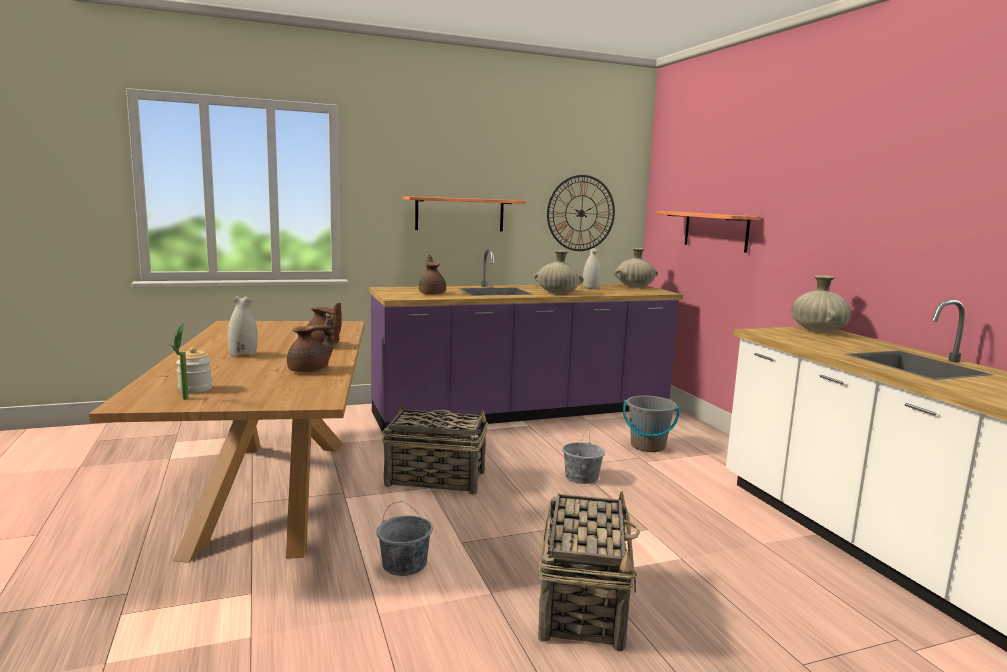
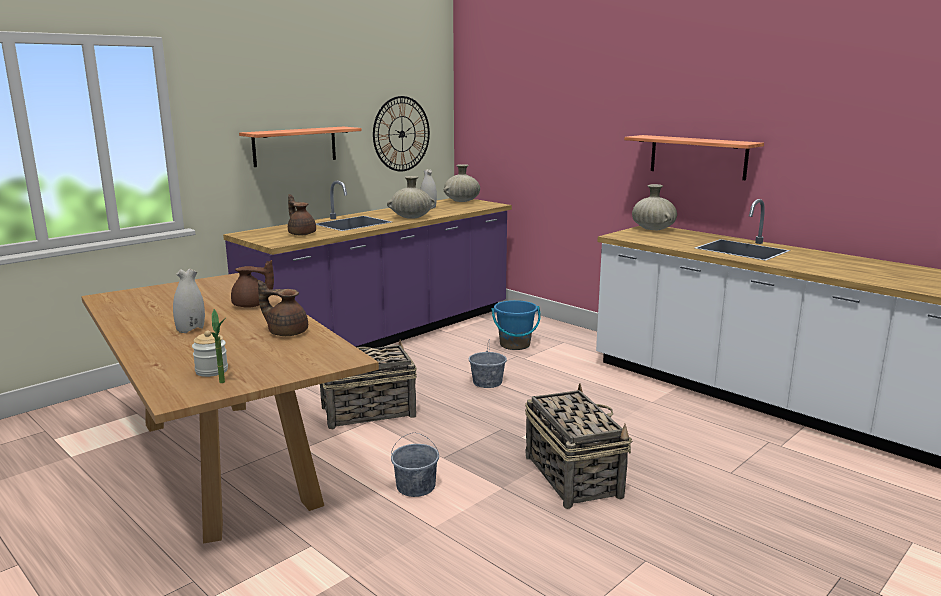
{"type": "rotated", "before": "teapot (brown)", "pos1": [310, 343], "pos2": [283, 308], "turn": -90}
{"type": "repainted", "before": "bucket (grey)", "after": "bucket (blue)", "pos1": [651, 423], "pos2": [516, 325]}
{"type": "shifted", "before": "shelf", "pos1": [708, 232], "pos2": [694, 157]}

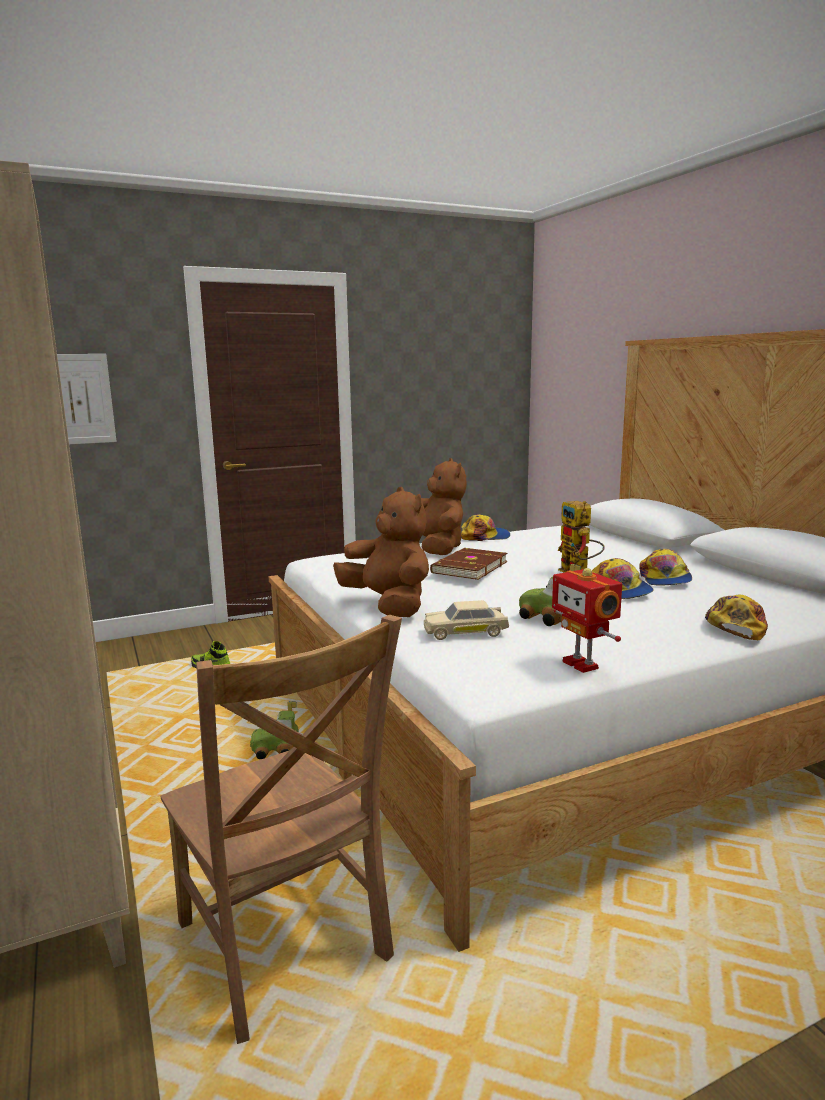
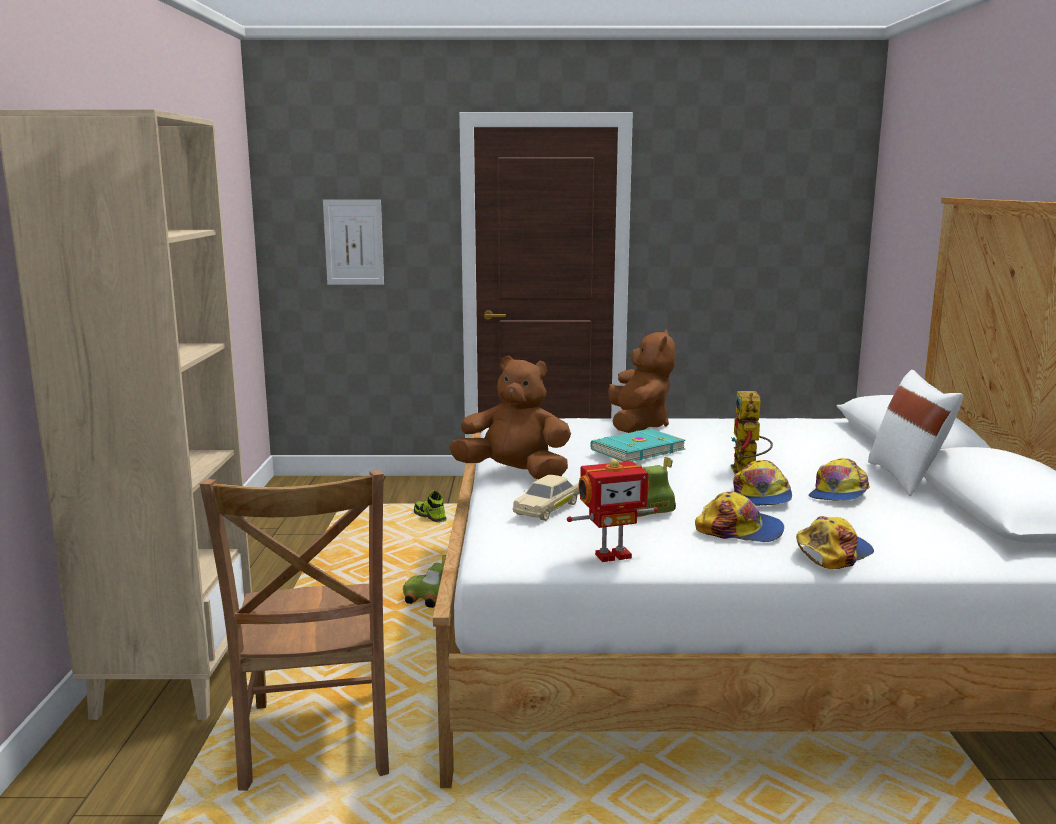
{"type": "rotated", "before": "plush toy (brown)", "pos1": [381, 552], "pos2": [510, 417], "turn": -60}
{"type": "rotated", "before": "toy car (beige)", "pos1": [466, 620], "pos2": [545, 498], "turn": -75}
{"type": "repainted", "before": "book (brown)", "after": "book (turquoise)", "pos1": [469, 564], "pos2": [638, 445]}
{"type": "shifted", "before": "cap", "pos1": [485, 527], "pos2": [739, 516]}
{"type": "rotated", "before": "toy robot", "pos1": [587, 620], "pos2": [612, 510], "turn": -105}
{"type": "new", "after": "pillow (white)", "pos2": [915, 433]}

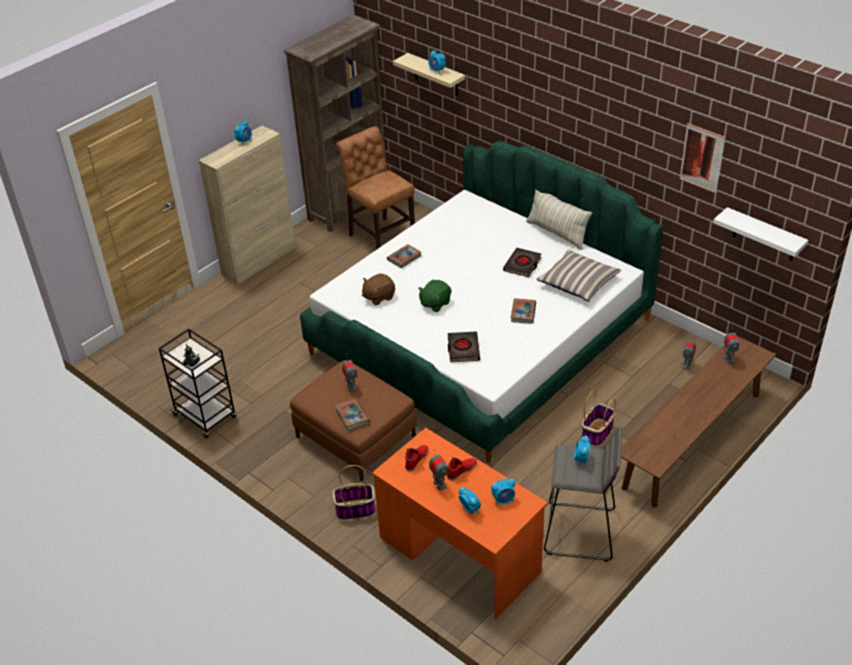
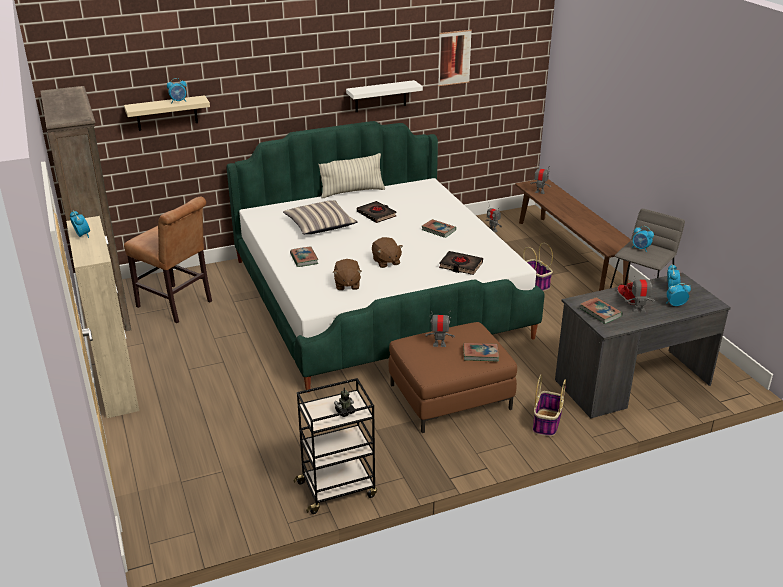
{"type": "rotated", "before": "chair (brown)", "pos1": [375, 187], "pos2": [168, 259], "turn": -135}
{"type": "repainted", "before": "desk (orange)", "after": "desk (grey)", "pos1": [460, 523], "pos2": [643, 345]}
{"type": "swapped", "before": "shoe (red)", "after": "book", "pos1": [417, 458], "pos2": [601, 310]}
{"type": "repainted", "before": "plush toy (green)", "after": "plush toy (brown)", "pos1": [434, 296], "pos2": [387, 252]}
{"type": "shifted", "before": "pillow", "pos1": [579, 276], "pos2": [320, 217]}
{"type": "shifted", "before": "shelf (white)", "pos1": [760, 234], "pos2": [384, 96]}

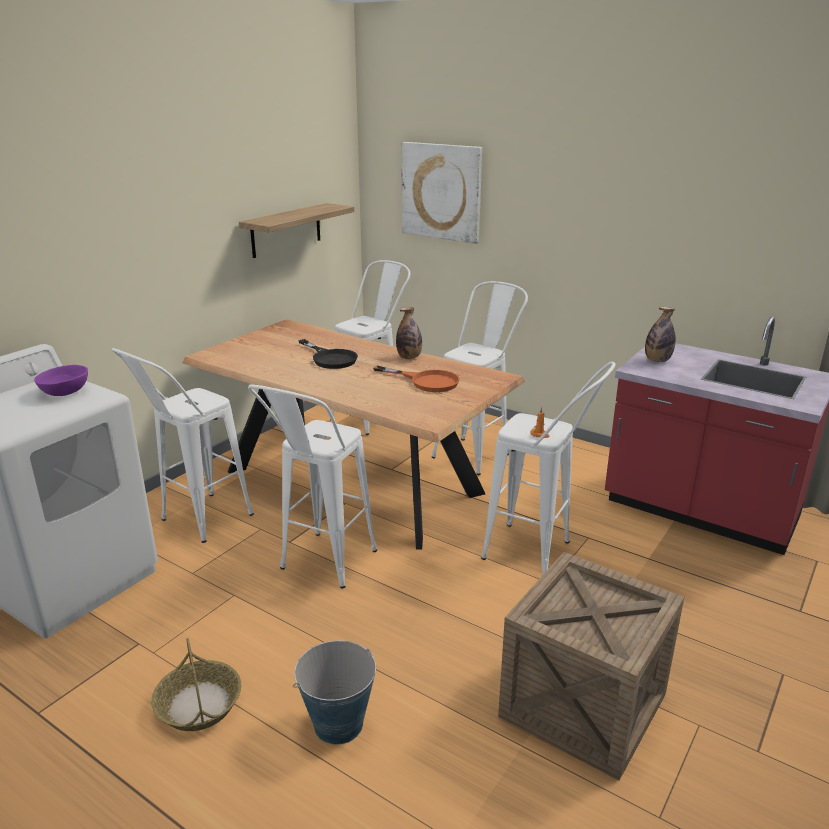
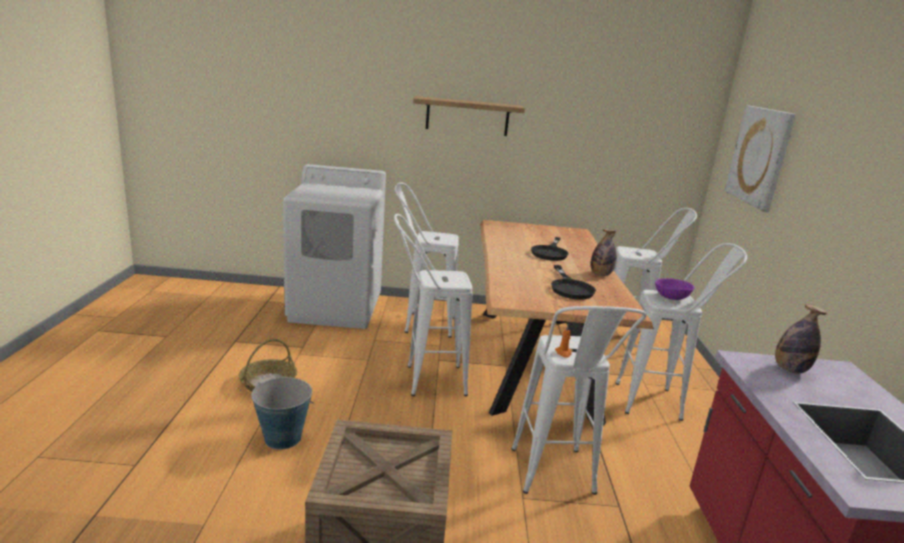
{"type": "shifted", "before": "bowl (purple)", "pos1": [61, 380], "pos2": [675, 289]}
{"type": "shifted", "before": "shelf", "pos1": [296, 230], "pos2": [469, 116]}
{"type": "repainted", "before": "frying pan (orange)", "after": "frying pan (black)", "pos1": [416, 379], "pos2": [573, 282]}

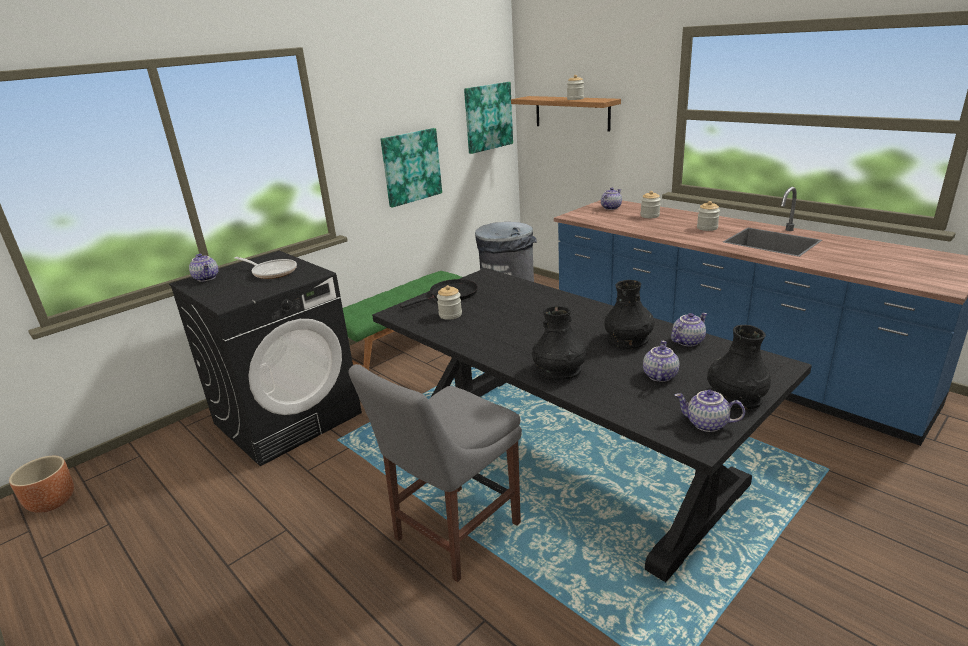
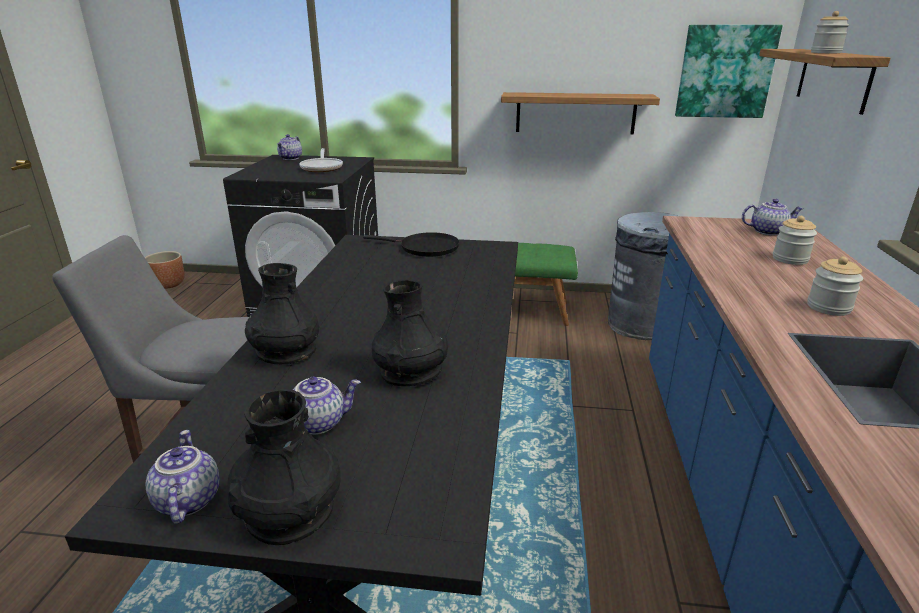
{"type": "swapped", "before": "picture", "after": "shelf", "pos1": [411, 168], "pos2": [580, 113]}
{"type": "gone", "before": "jar", "pos1": [449, 302]}
{"type": "gone", "before": "teapot", "pos1": [689, 330]}

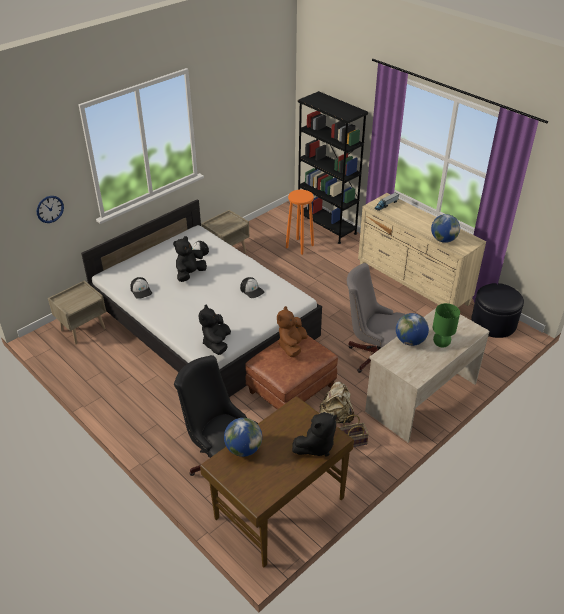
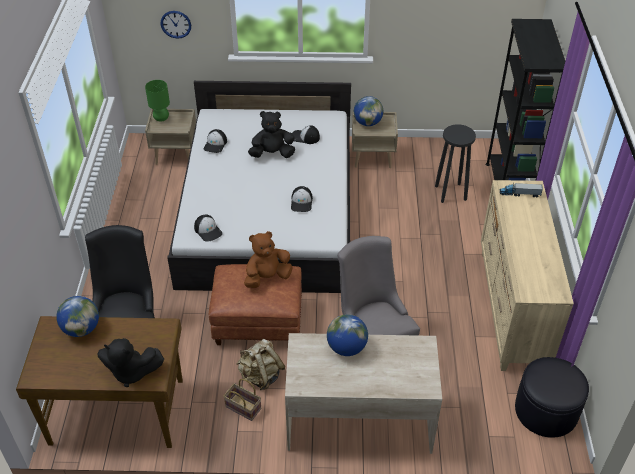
{"type": "swapped", "before": "plush toy (black)", "after": "cap", "pos1": [215, 329], "pos2": [208, 228]}
{"type": "repainted", "before": "stool (orange)", "after": "stool (black)", "pos1": [300, 222], "pos2": [455, 163]}
{"type": "shifted", "before": "globe", "pos1": [445, 228], "pos2": [368, 111]}
{"type": "shifted", "before": "table lamp (green)", "pos1": [446, 325], "pos2": [157, 101]}

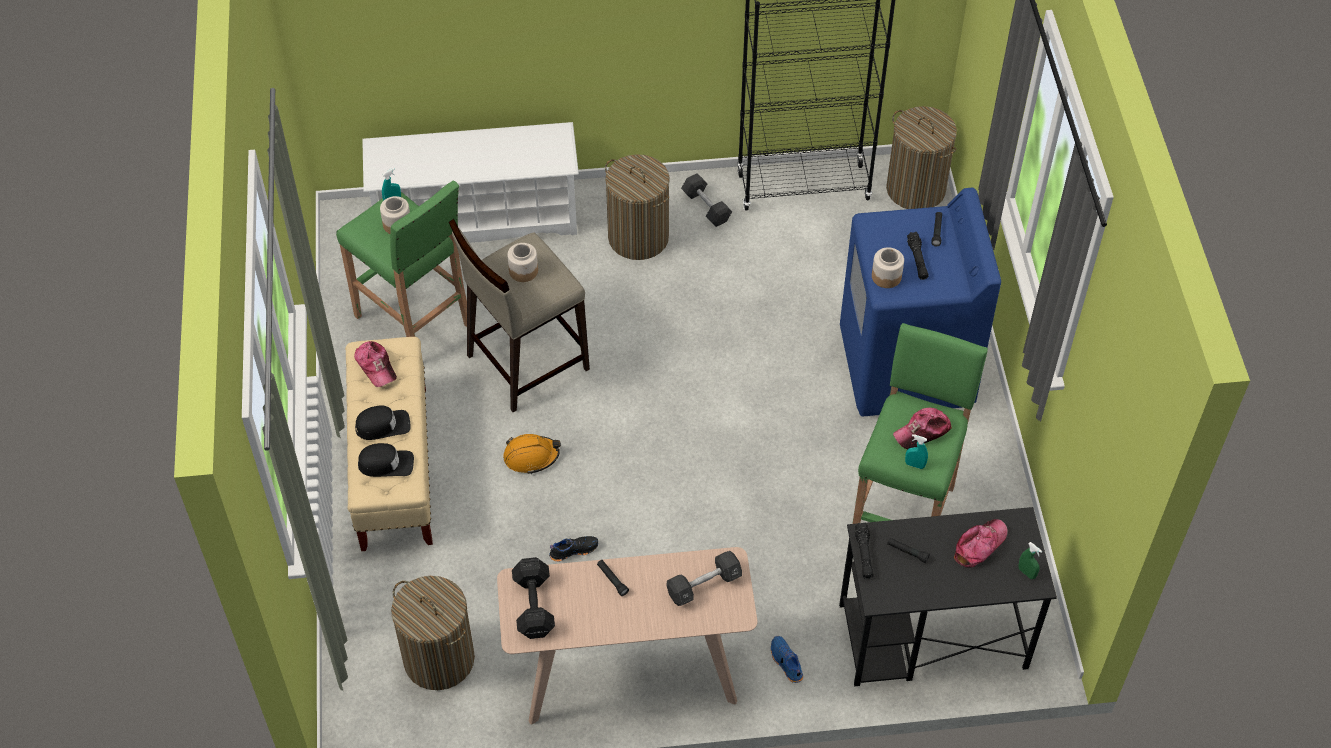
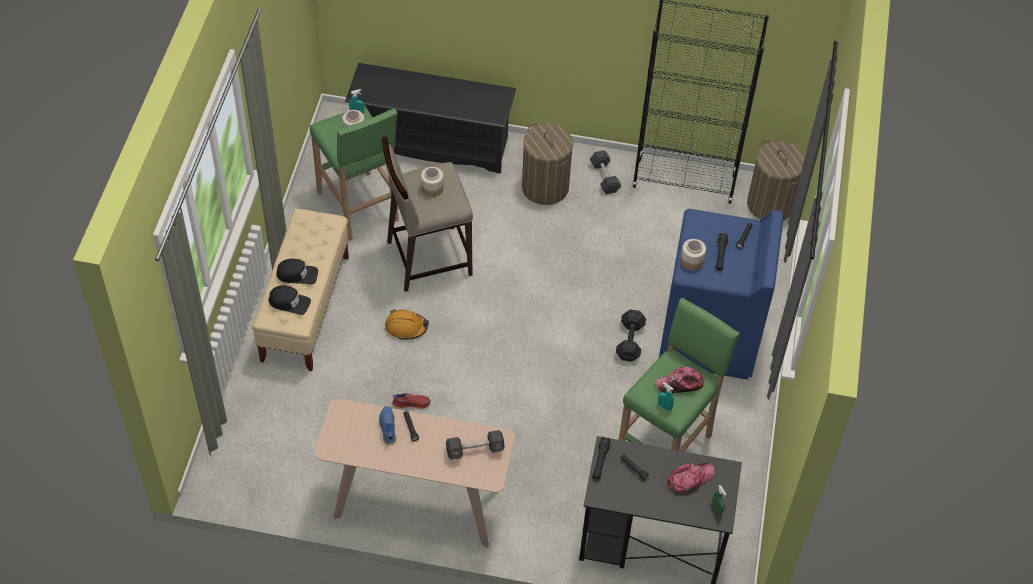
{"type": "gone", "before": "cap", "pos1": [375, 364]}
{"type": "repainted", "before": "shoe rack (white)", "after": "shoe rack (black)", "pos1": [470, 182], "pos2": [430, 118]}
{"type": "gone", "before": "laundry basket", "pos1": [433, 633]}
{"type": "shifted", "before": "dumbbell (black)", "pos1": [533, 598], "pos2": [631, 335]}
{"type": "repainted", "before": "shoe (black)", "after": "shoe (red)", "pos1": [573, 549], "pos2": [411, 401]}
{"type": "shifted", "before": "shoe (blue)", "pos1": [787, 659], "pos2": [387, 425]}

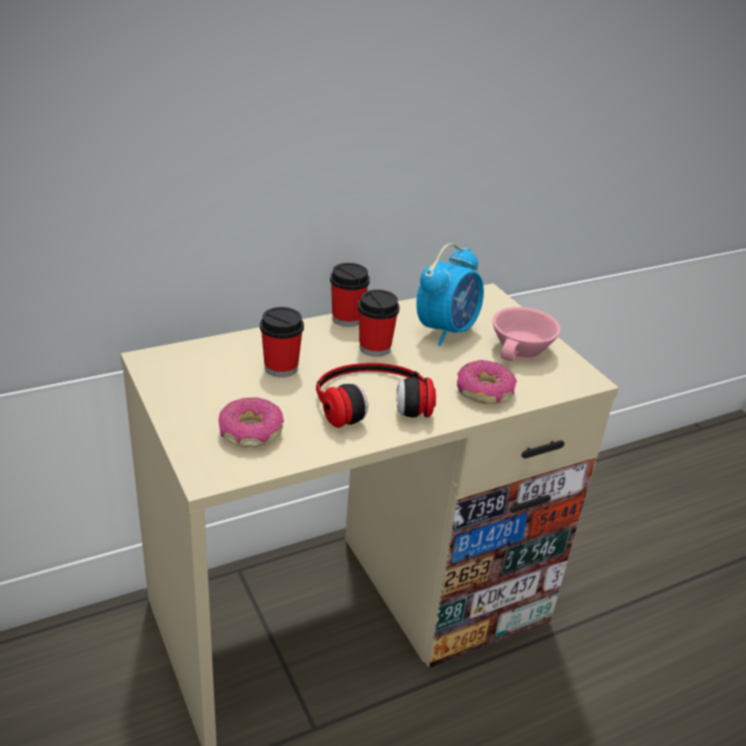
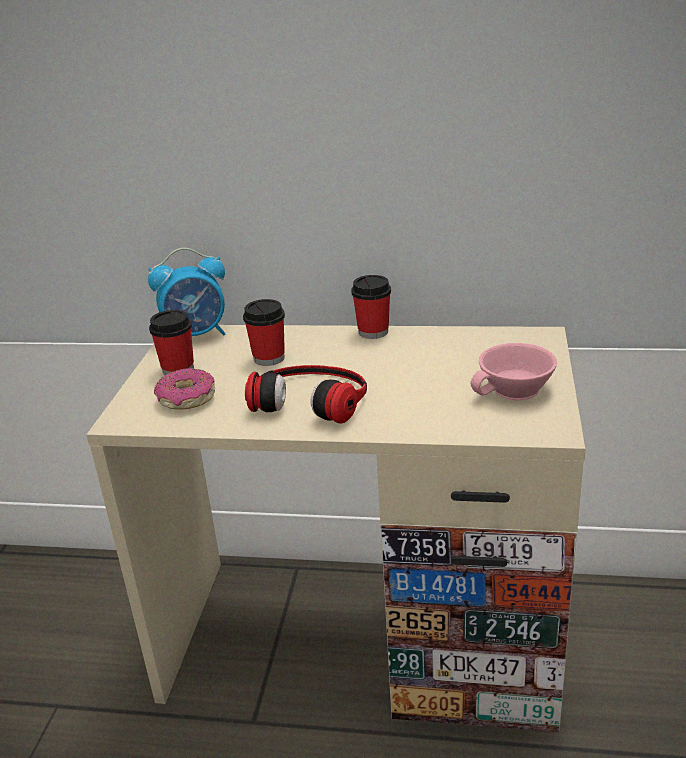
{"type": "shifted", "before": "cup", "pos1": [379, 323], "pos2": [171, 342]}
{"type": "shifted", "before": "alarm clock", "pos1": [450, 294], "pos2": [186, 292]}
{"type": "gone", "before": "donut", "pos1": [487, 382]}

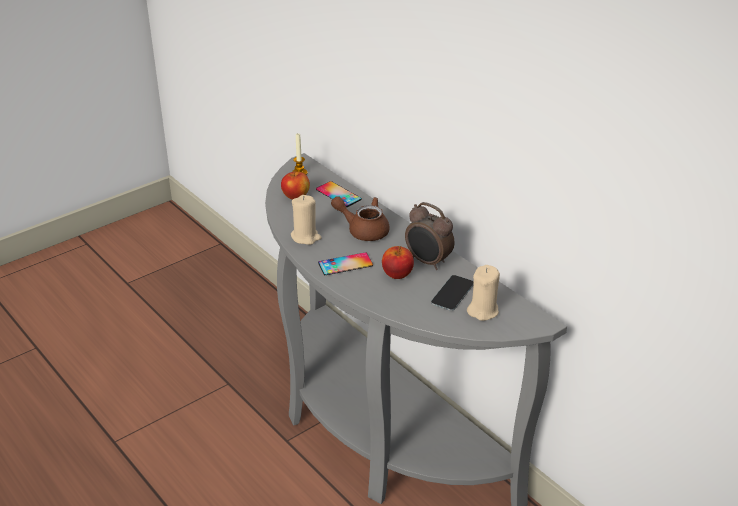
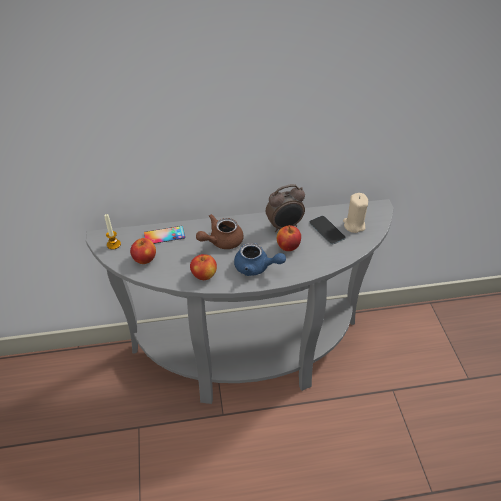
{"type": "swapped", "before": "candle (beige)", "after": "apple", "pos1": [306, 220], "pos2": [203, 267]}
{"type": "swapped", "before": "phone", "after": "teapot (blue)", "pos1": [345, 263], "pos2": [260, 259]}

